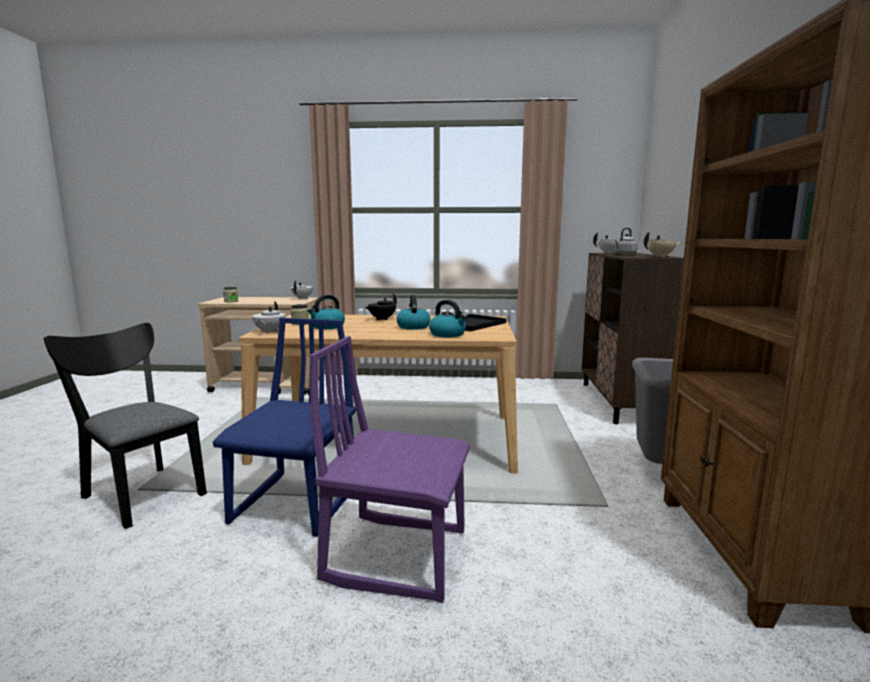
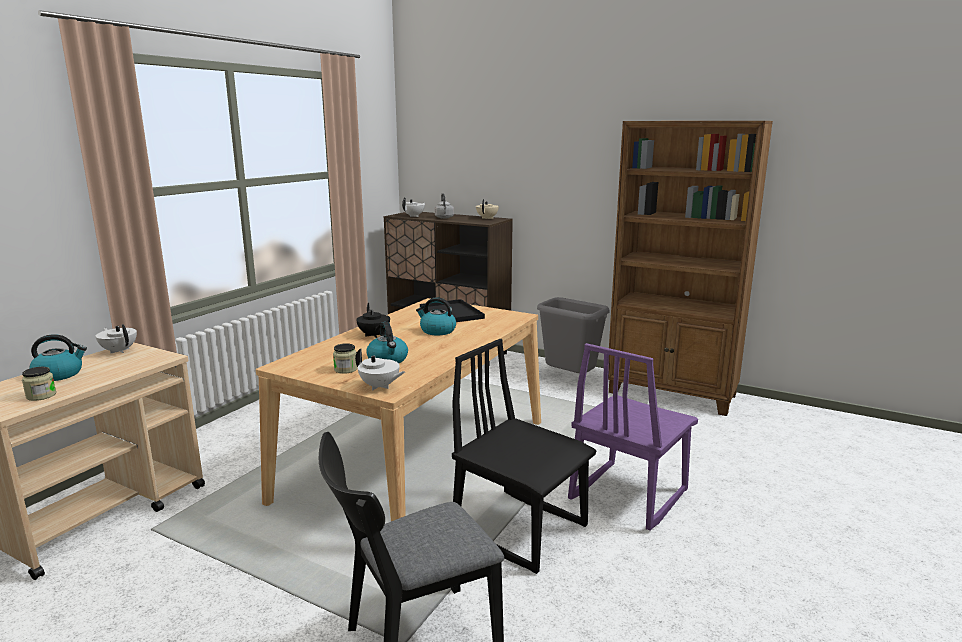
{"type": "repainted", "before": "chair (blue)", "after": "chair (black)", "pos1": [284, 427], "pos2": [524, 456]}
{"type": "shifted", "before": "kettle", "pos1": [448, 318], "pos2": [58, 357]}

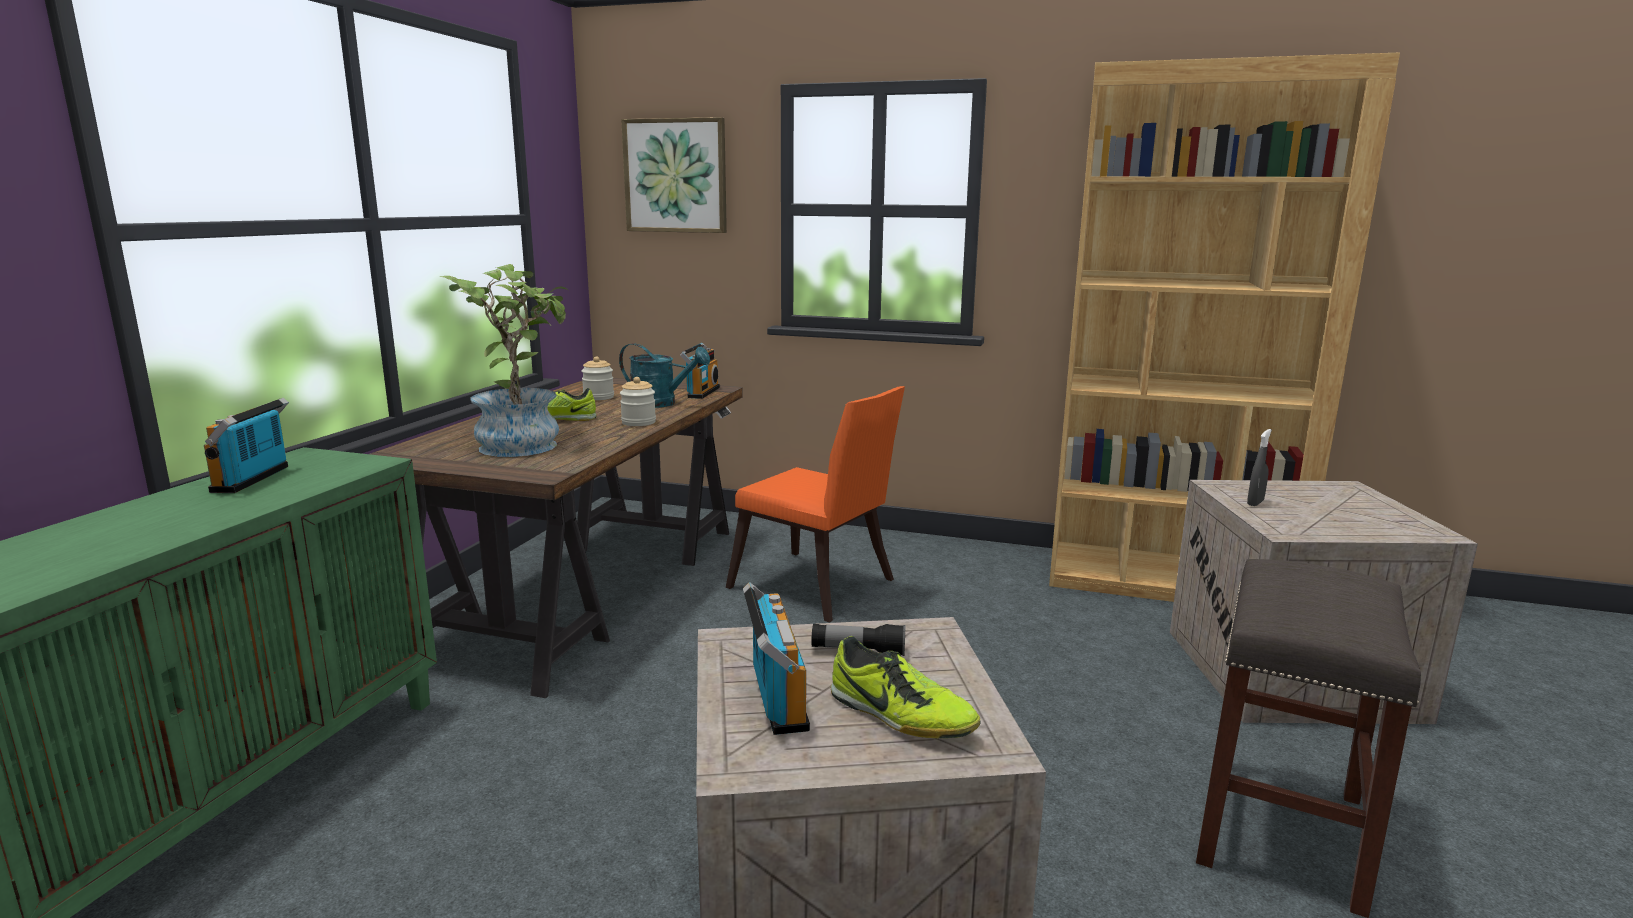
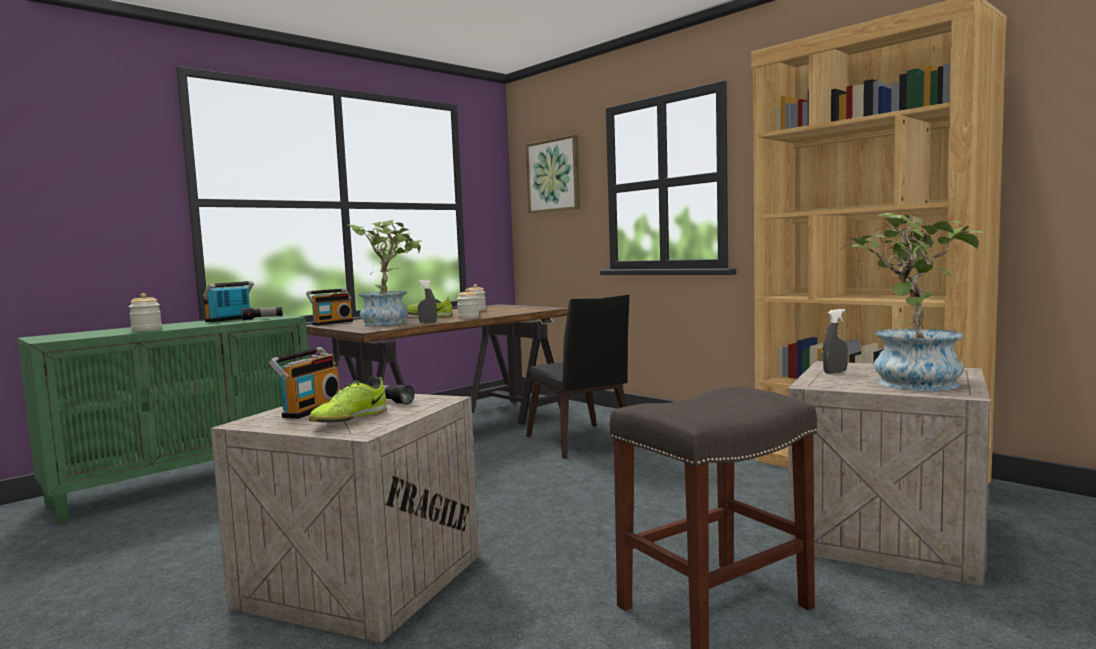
{"type": "gone", "before": "watering can (turquoise)", "pos1": [664, 375]}
{"type": "shifted", "before": "radio", "pos1": [700, 371], "pos2": [329, 306]}
{"type": "repainted", "before": "chair (orange)", "after": "chair (black)", "pos1": [815, 504], "pos2": [577, 376]}
{"type": "rotated", "before": "shoe", "pos1": [905, 687], "pos2": [348, 399], "turn": 45}
{"type": "new", "after": "jar", "pos2": [145, 312]}
{"type": "new", "after": "flashlight", "pos2": [262, 313]}
{"type": "new", "after": "spray bottle (grey)", "pos2": [427, 301]}
{"type": "new", "after": "potted plant", "pos2": [912, 302]}

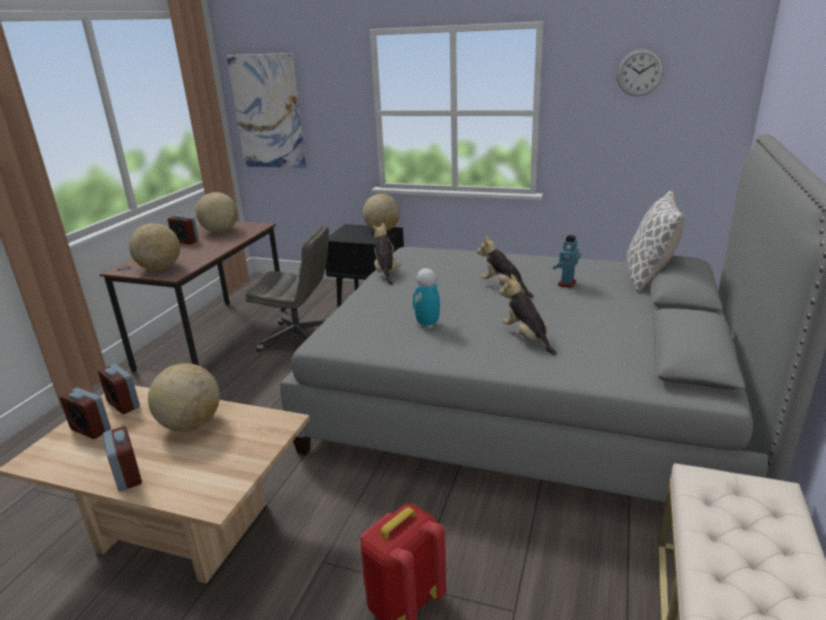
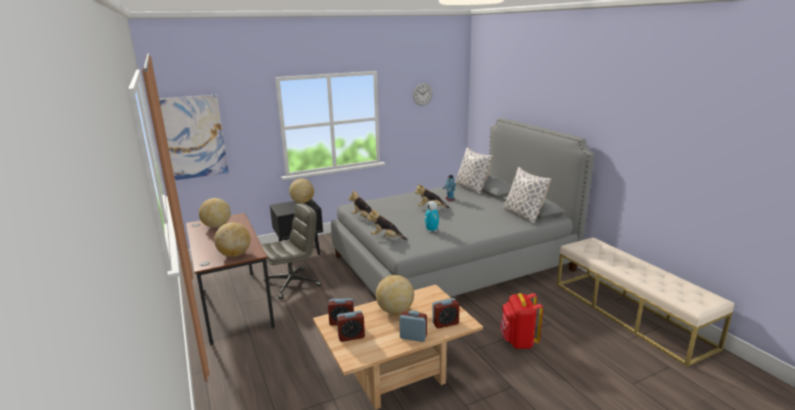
{"type": "shifted", "before": "alarm clock", "pos1": [183, 230], "pos2": [446, 313]}
{"type": "shifted", "before": "plush toy", "pos1": [527, 314], "pos2": [387, 224]}
{"type": "new", "after": "pillow", "pos2": [527, 195]}

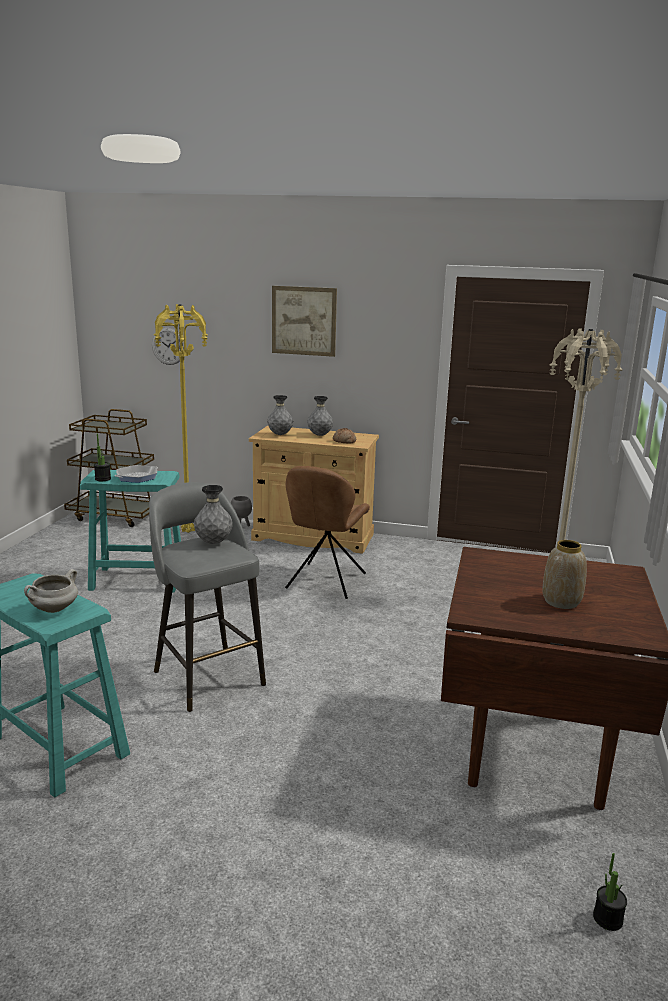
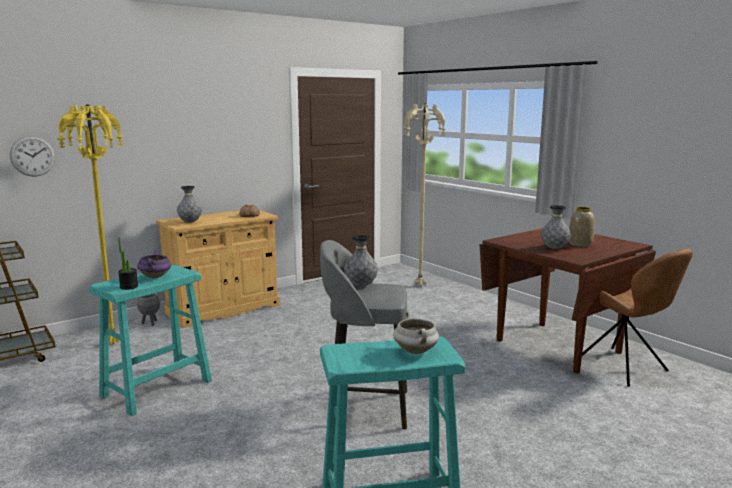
{"type": "swapped", "before": "frying pan", "after": "cooking pot (purple)", "pos1": [136, 474], "pos2": [154, 264]}
{"type": "gone", "before": "picture", "pos1": [304, 321]}
{"type": "shifted", "before": "chair (brown)", "pos1": [327, 532], "pos2": [633, 317]}
{"type": "shifted", "before": "vase (grey)", "pos1": [320, 416], "pos2": [556, 227]}
{"type": "gone", "before": "potted plant", "pos1": [610, 892]}

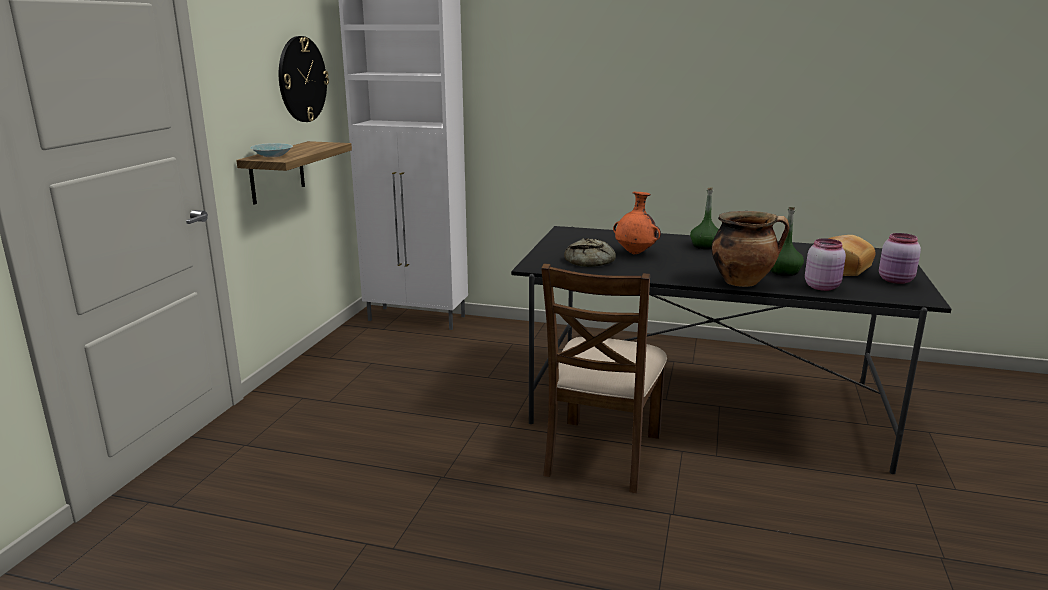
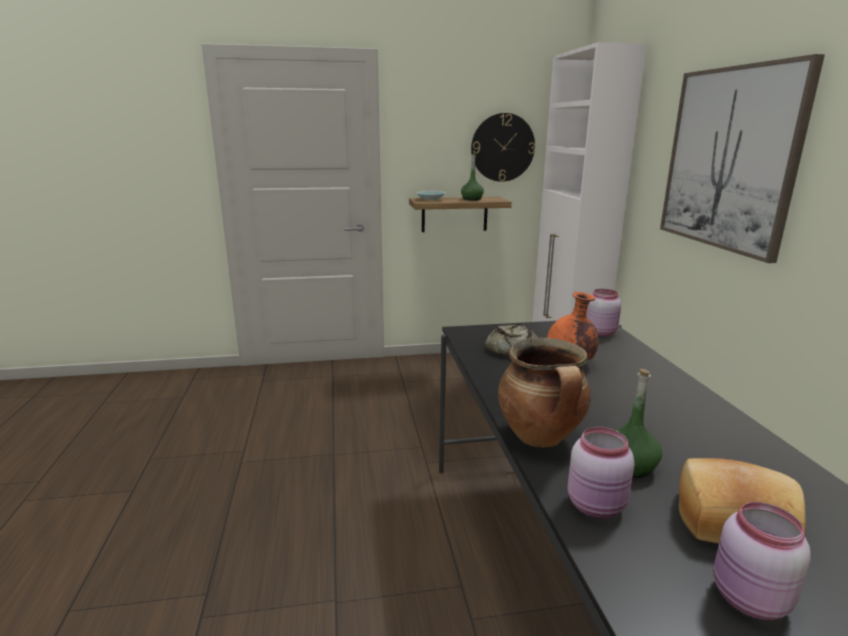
{"type": "gone", "before": "chair (brown)", "pos1": [604, 378]}
{"type": "shifted", "before": "bottle (green)", "pos1": [704, 218], "pos2": [472, 177]}
{"type": "new", "after": "jar (pink)", "pos2": [603, 312]}
{"type": "new", "after": "picture", "pos2": [742, 158]}

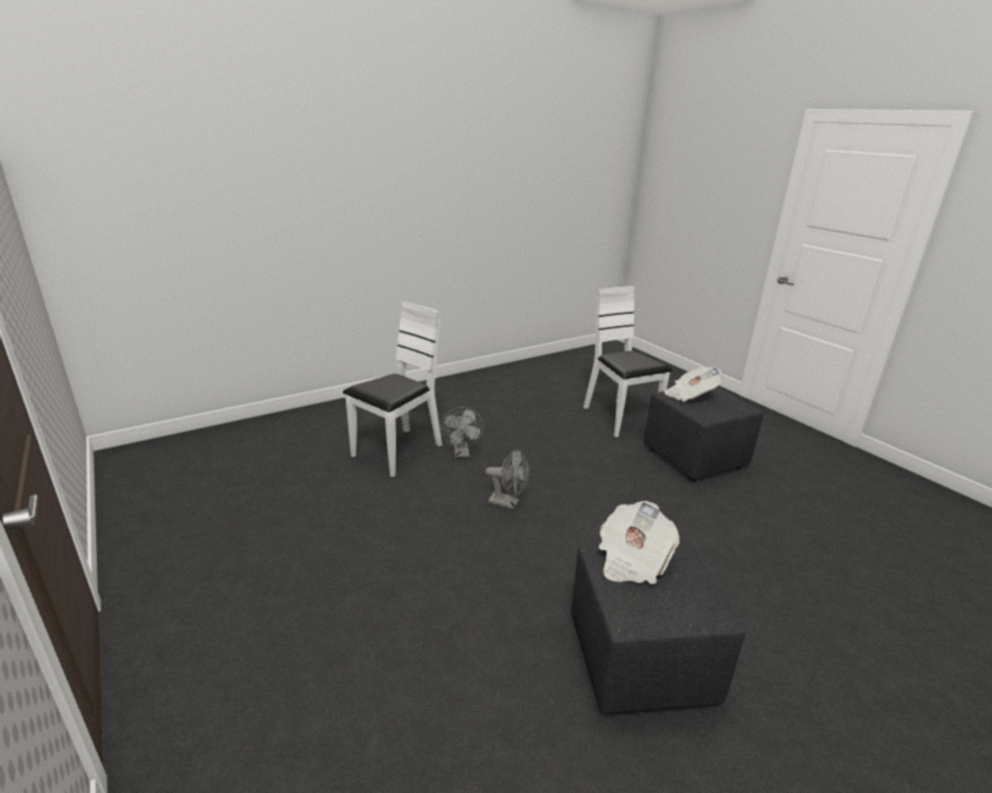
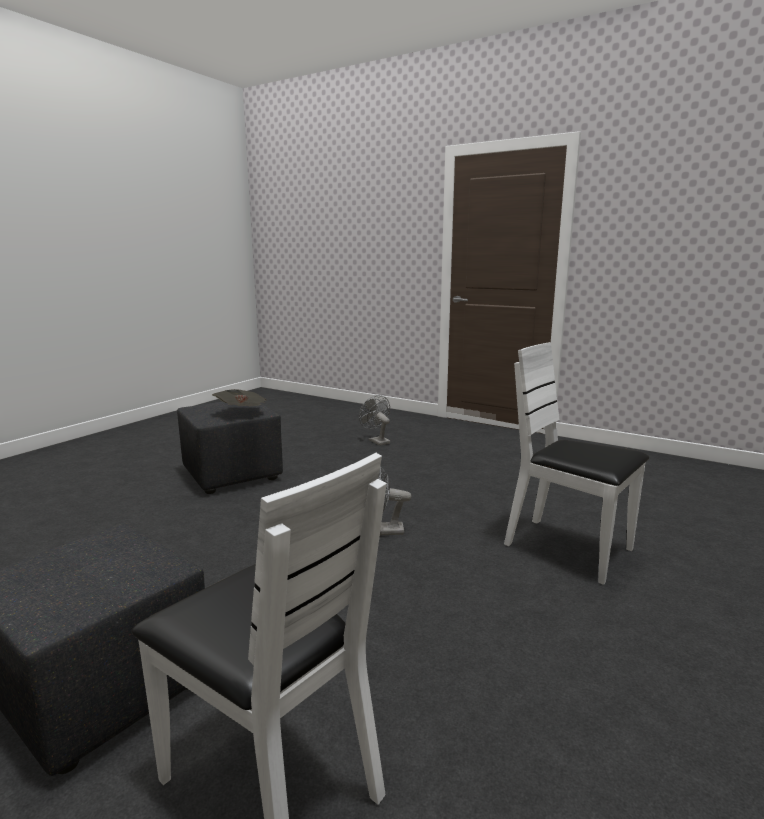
{"type": "rotated", "before": "chair (white)", "pos1": [392, 389], "pos2": [576, 463], "turn": 120}
{"type": "shifted", "before": "fan (grey)", "pos1": [462, 432], "pos2": [374, 420]}
{"type": "gone", "before": "newspaper", "pos1": [693, 384]}

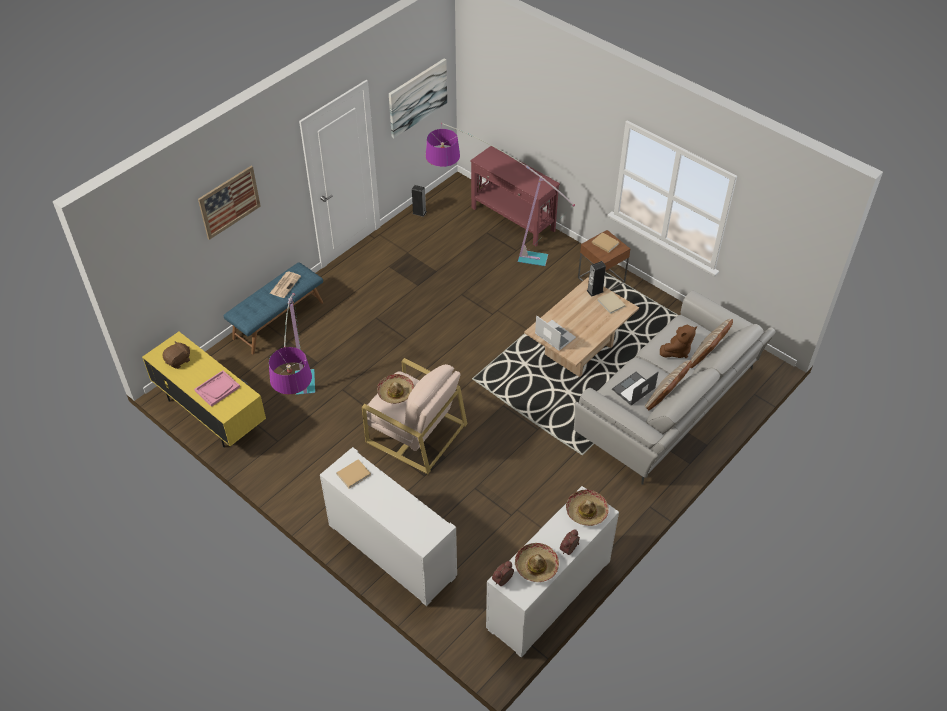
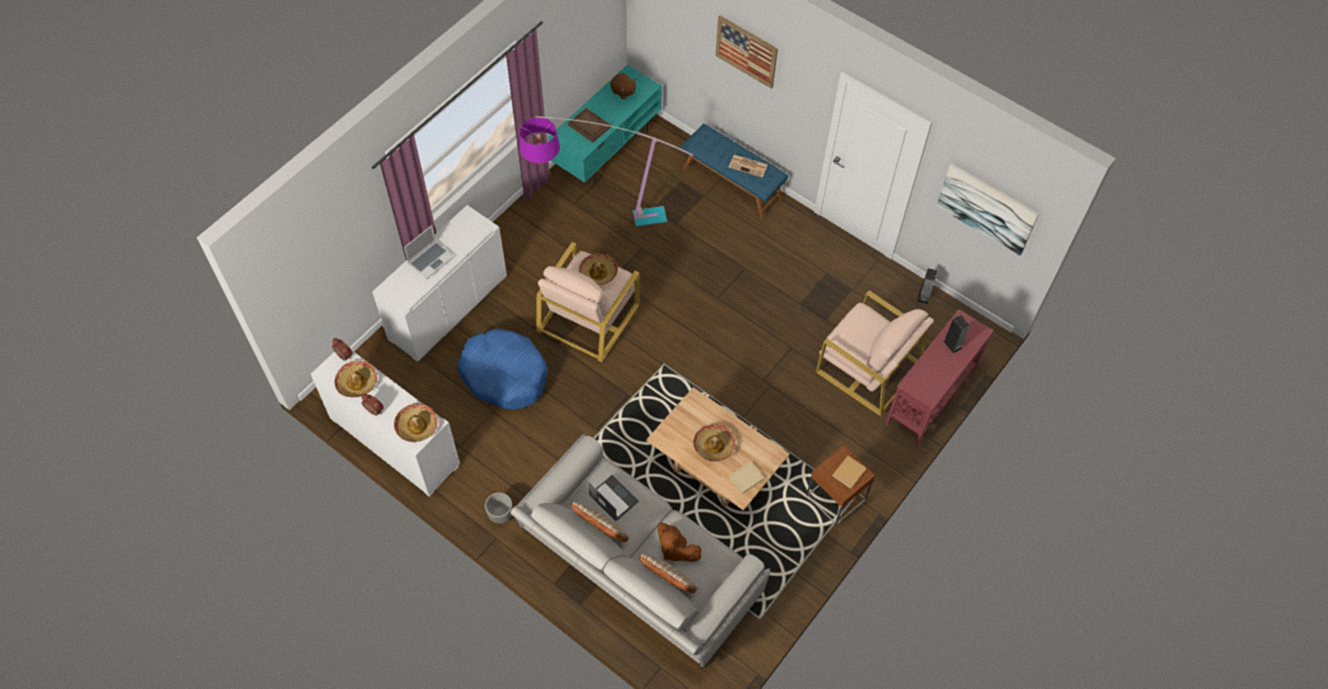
{"type": "repainted", "before": "tv stand (yellow)", "after": "tv stand (turquoise)", "pos1": [204, 389], "pos2": [605, 124]}
{"type": "repainted", "before": "tray (pink)", "after": "tray (brown)", "pos1": [217, 388], "pos2": [589, 125]}
{"type": "gone", "before": "book (beige)", "pos1": [354, 474]}
{"type": "swapped", "before": "floor lamp", "after": "armchair (beige)", "pos1": [500, 194], "pos2": [875, 353]}
{"type": "shifted", "before": "laptop", "pos1": [555, 333], "pos2": [429, 252]}
{"type": "shifted", "before": "speaker", "pos1": [596, 279], "pos2": [956, 334]}
{"type": "new", "after": "dog bed (blue)", "pos2": [502, 369]}
{"type": "new", "after": "planter", "pos2": [499, 508]}
{"type": "new", "after": "hat", "pos2": [714, 443]}

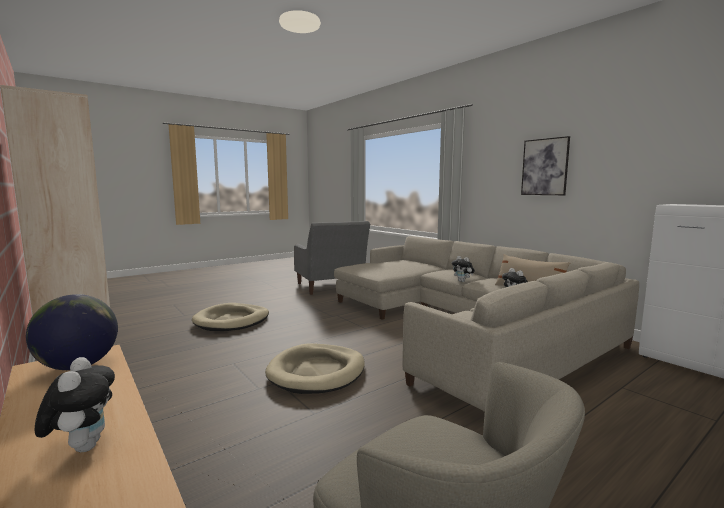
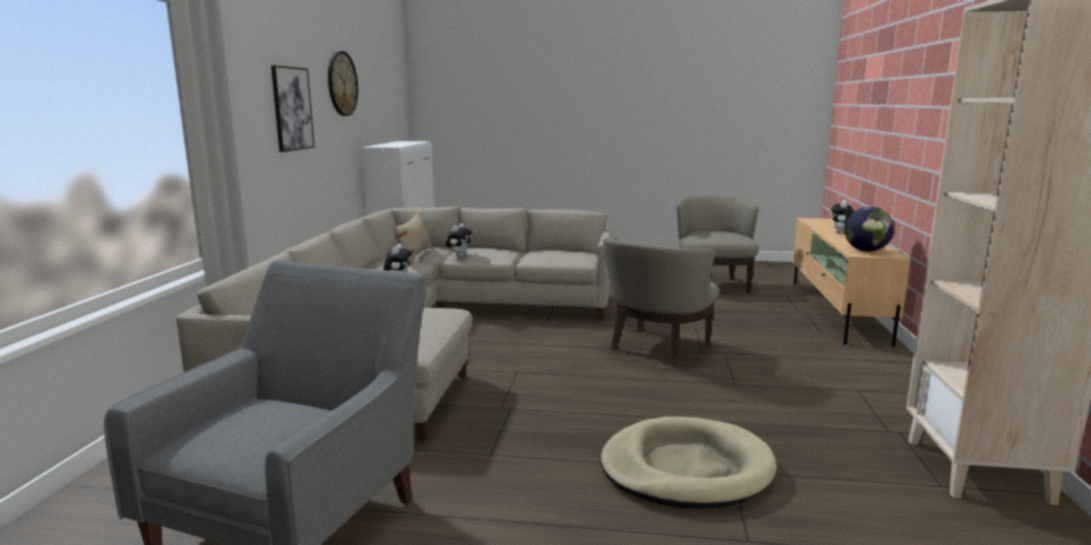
{"type": "swapped", "before": "dog bed (beige)", "after": "armchair (beige)", "pos1": [315, 369], "pos2": [661, 300]}
{"type": "new", "after": "wall clock", "pos2": [343, 83]}

